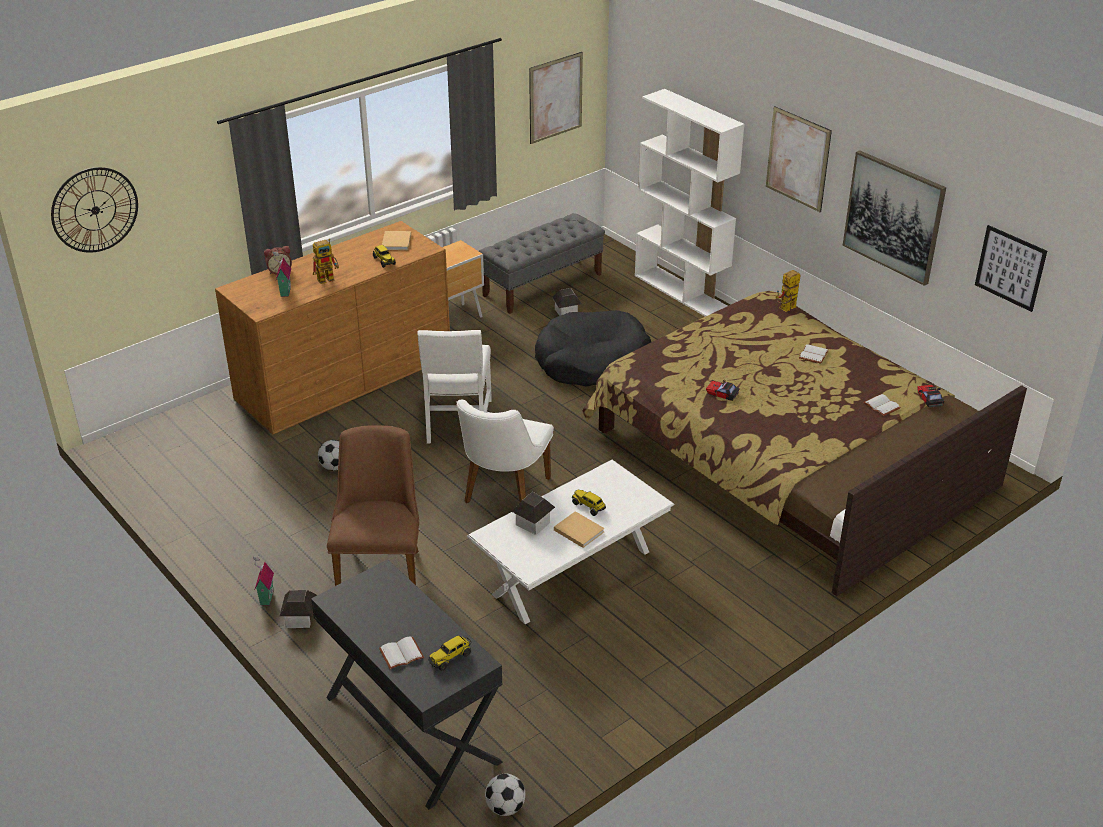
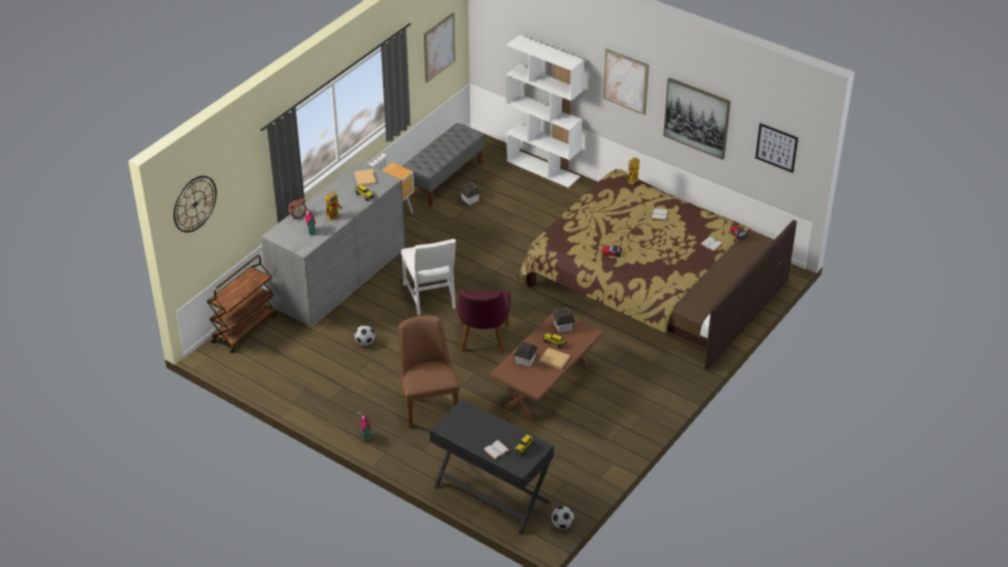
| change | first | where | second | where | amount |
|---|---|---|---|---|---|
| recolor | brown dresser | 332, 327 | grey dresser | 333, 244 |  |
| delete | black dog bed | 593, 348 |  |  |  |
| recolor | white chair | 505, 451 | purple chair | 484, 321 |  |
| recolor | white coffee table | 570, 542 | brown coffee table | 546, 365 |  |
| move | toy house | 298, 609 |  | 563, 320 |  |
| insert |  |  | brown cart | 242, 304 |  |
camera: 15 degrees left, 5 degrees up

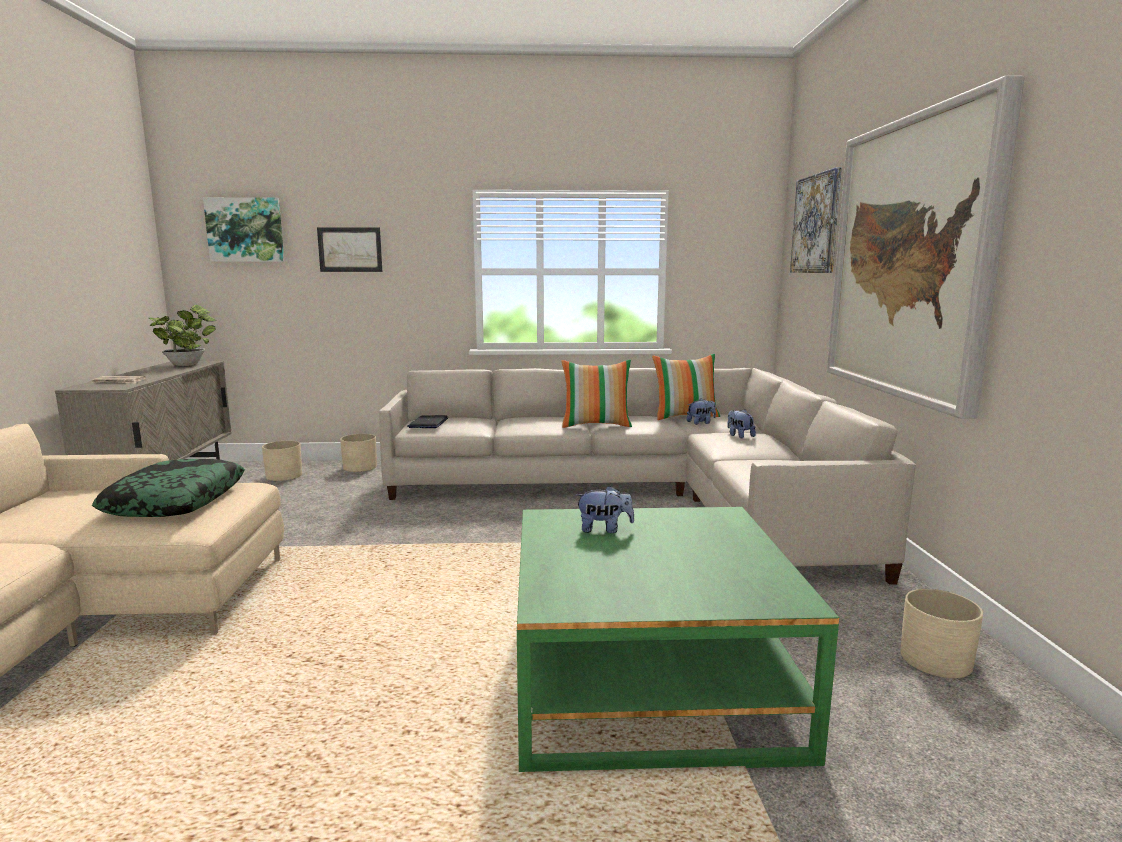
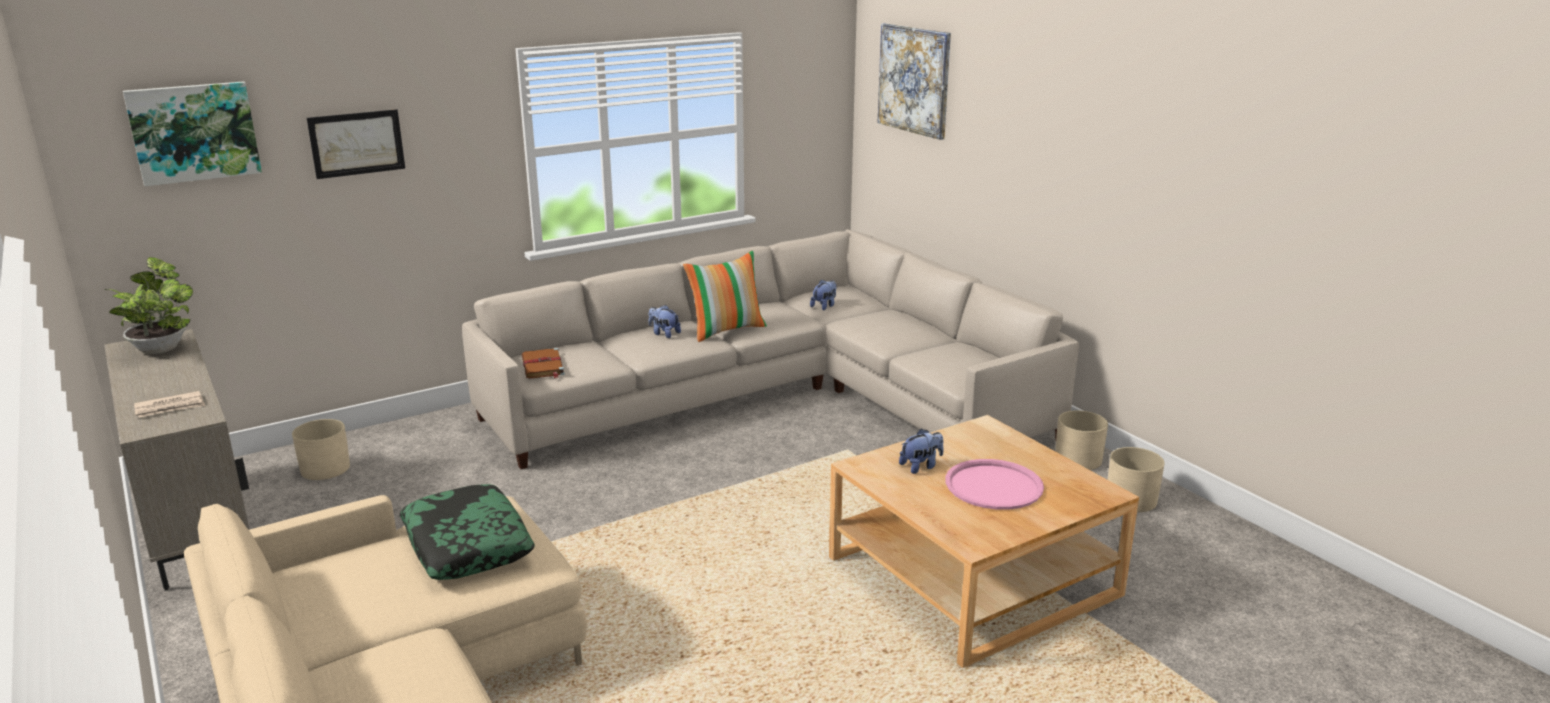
| change | first | where | second | where | amount |
|---|---|---|---|---|---|
| delete | picture | 926, 247 |  |  |  |
| delete | pillow | 686, 387 |  |  |  |
| move | plush toy | 741, 423 |  | 665, 321 |  |
| replace | laptop | 427, 421 | brown book | 543, 363 |  |
| move | beige planter | 358, 453 |  | 1081, 440 |  |
| recolor | green coffee table | 678, 639 | beige coffee table | 984, 541 |  |
| insert |  |  | pink tray | 994, 484 |  |
camera: 30 degrees left, 10 degrees up

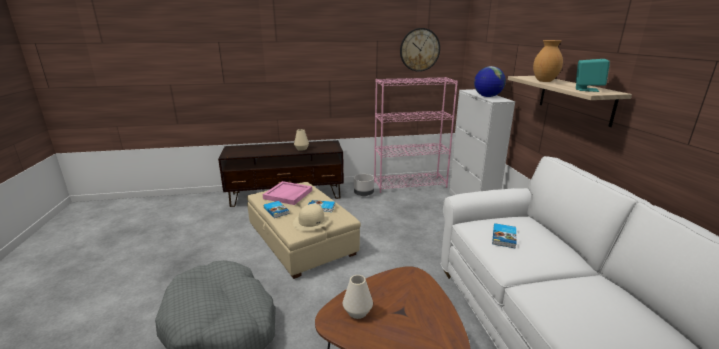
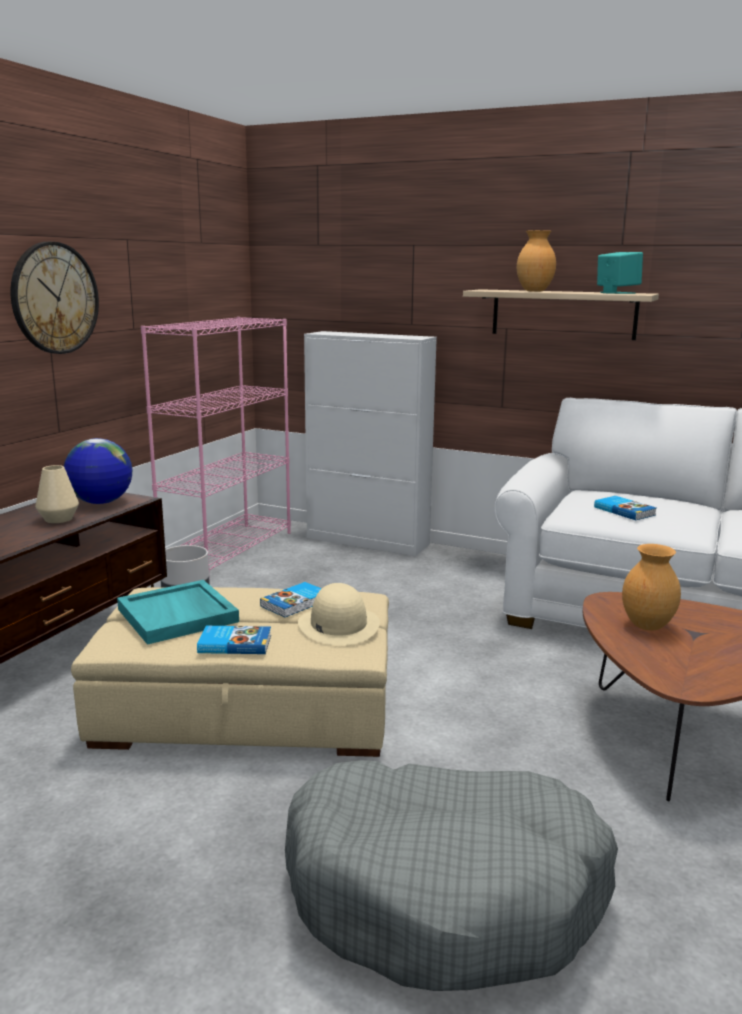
| change | first | where | second | where | amount |
|---|---|---|---|---|---|
| move | wall clock | 420, 50 |  | 54, 298 |  |
| move | globe | 490, 81 |  | 98, 471 |  |
| recolor | pink tray | 287, 193 | turquoise tray | 178, 612 |  |
| delete | white vase | 358, 297 |  |  |  |
| insert |  |  | brown vase | 651, 587 |  |
camera: 55 degrees left, 5 degrees down

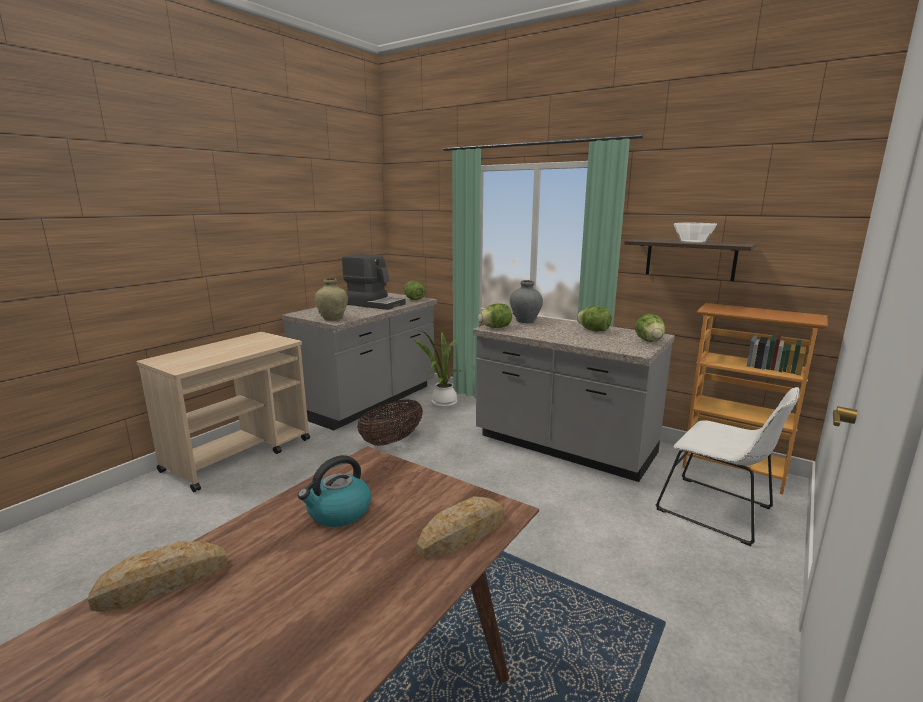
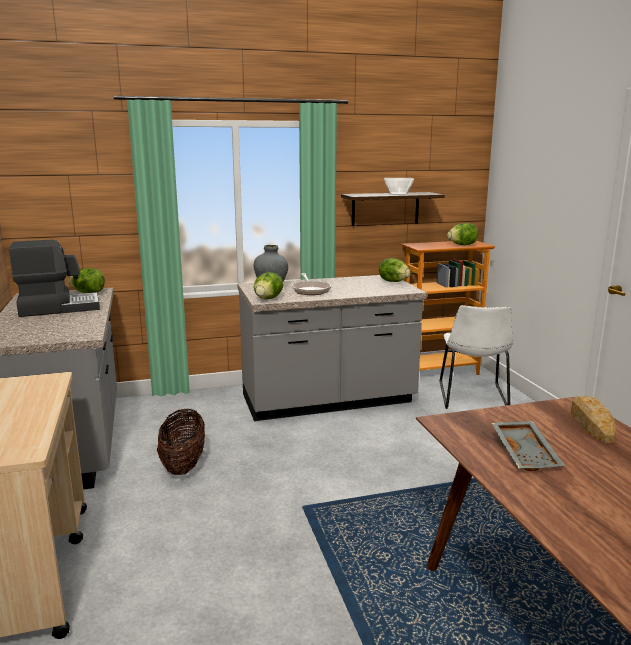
| change | first | where | second | where | amount |
|---|---|---|---|---|---|
| delete | beige vase | 331, 299 |  |  |  |
| move | lettuce | 594, 318 |  | 462, 234 |  |
| delete | potted plant | 437, 369 |  |  |  |
| rotate | white chair | 727, 466 |  | 476, 357 | 105 degrees clockwise |
| replace | kettle | 334, 491 | grey tray | 528, 446 |  |
| delete | bread | 157, 576 |  |  |  |
| insert |  |  | frying pan | 311, 284 |  |
camera: 50 degrees left, 0 degrees up

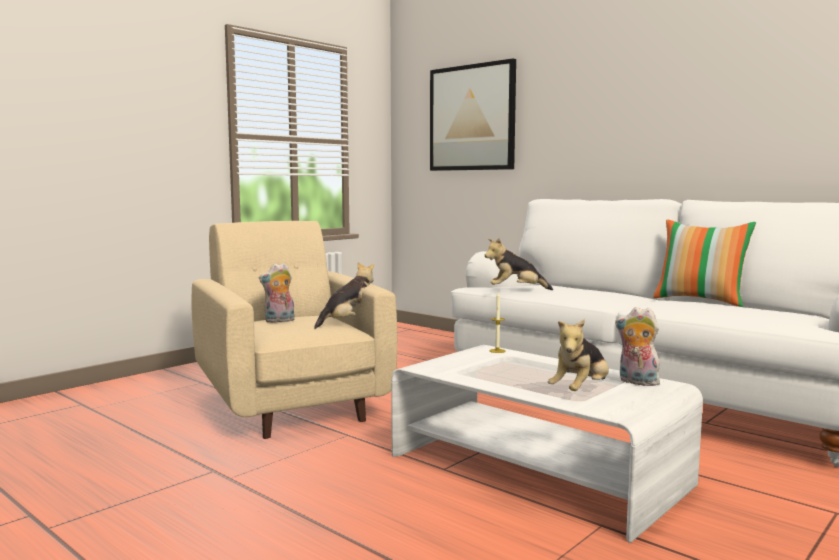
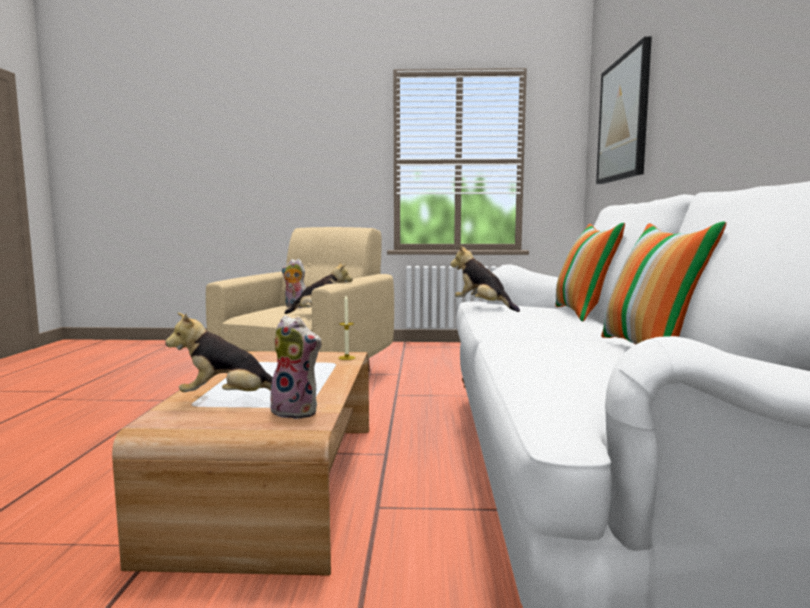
| change | first | where | second | where | amount |
|---|---|---|---|---|---|
| rotate | plush toy | 638, 346 |  | 296, 367 | 120 degrees clockwise |
| recolor | white coffee table | 547, 444 | brown coffee table | 240, 463 |  |
| insert |  |  | pillow | 590, 272 |  |
camera: 50 degrees right, 0 degrees up

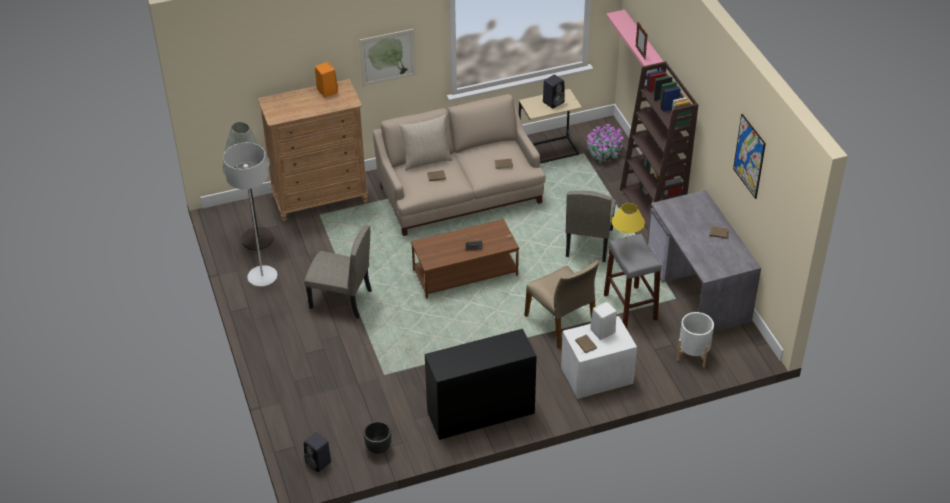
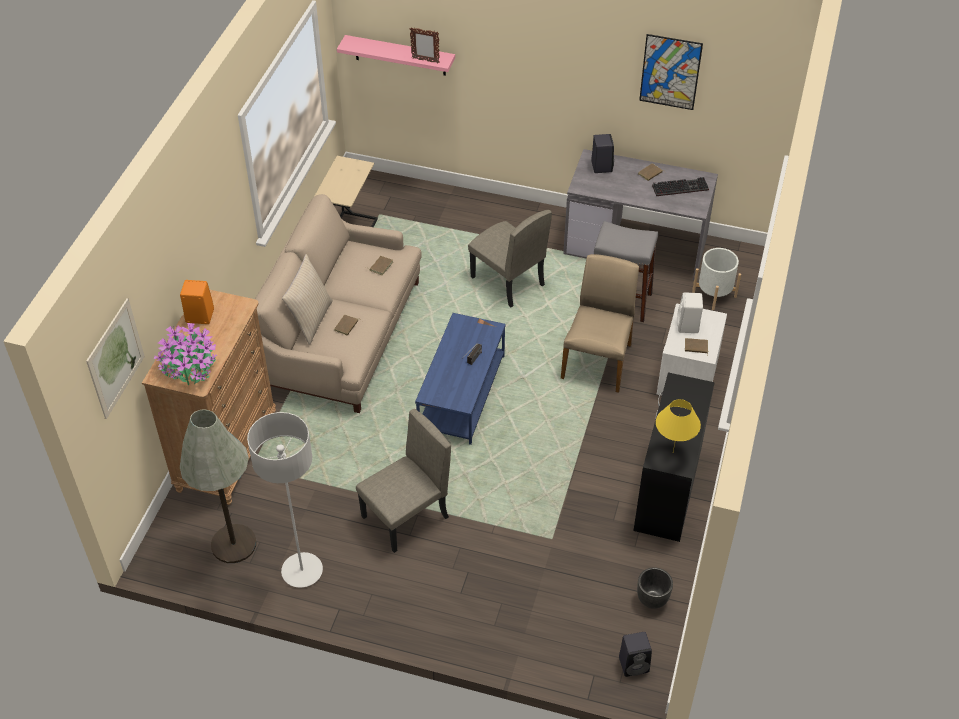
| change | first | where | second | where | amount |
|---|---|---|---|---|---|
| move | picture | 387, 57 |  | 115, 358 |  |
| delete | brown bookcase | 659, 145 |  |  |  |
| move | black speaker | 554, 92 |  | 602, 153 |  |
| move | potted plant | 605, 143 |  | 185, 354 |  |
| move | yellow table lamp | 628, 223 |  | 678, 425 |  |
| recolor | brown coffee table | 465, 259 | blue coffee table | 460, 379 |  |
| rotate | beige chair | 562, 304 |  | 600, 323 | 75 degrees counterclockwise |
| insert |  |  | keyboard | 680, 186 |  |
camera: 55 degrees left, 5 degrees up

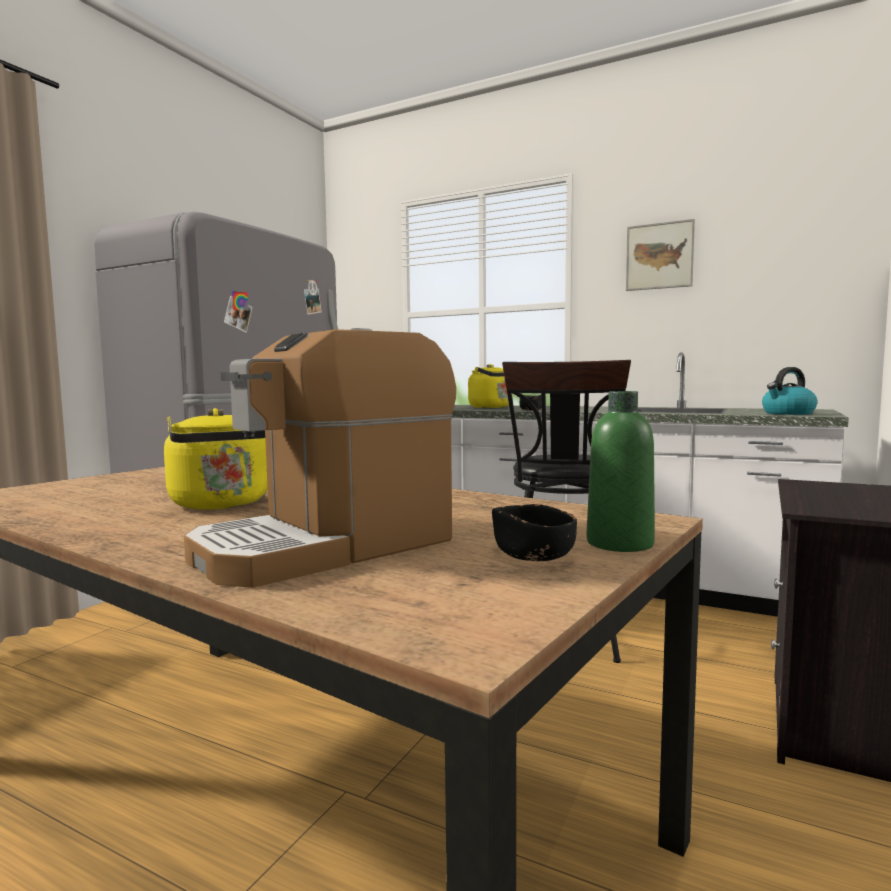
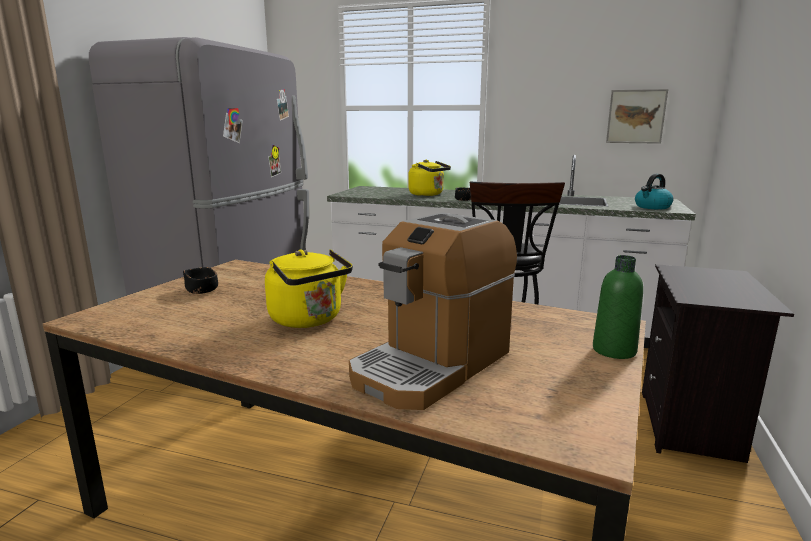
| change | first | where | second | where | amount |
|---|---|---|---|---|---|
| move | picture | 660, 255 |  | 637, 116 |  |
| move | black bowl | 534, 532 |  | 200, 280 |  |
camera: 10 degrees left, 10 degrees up

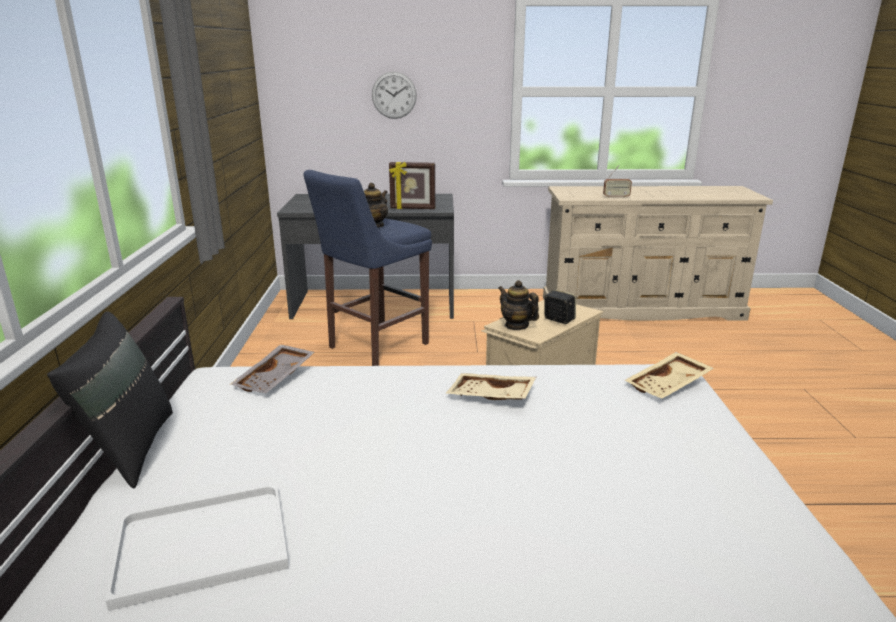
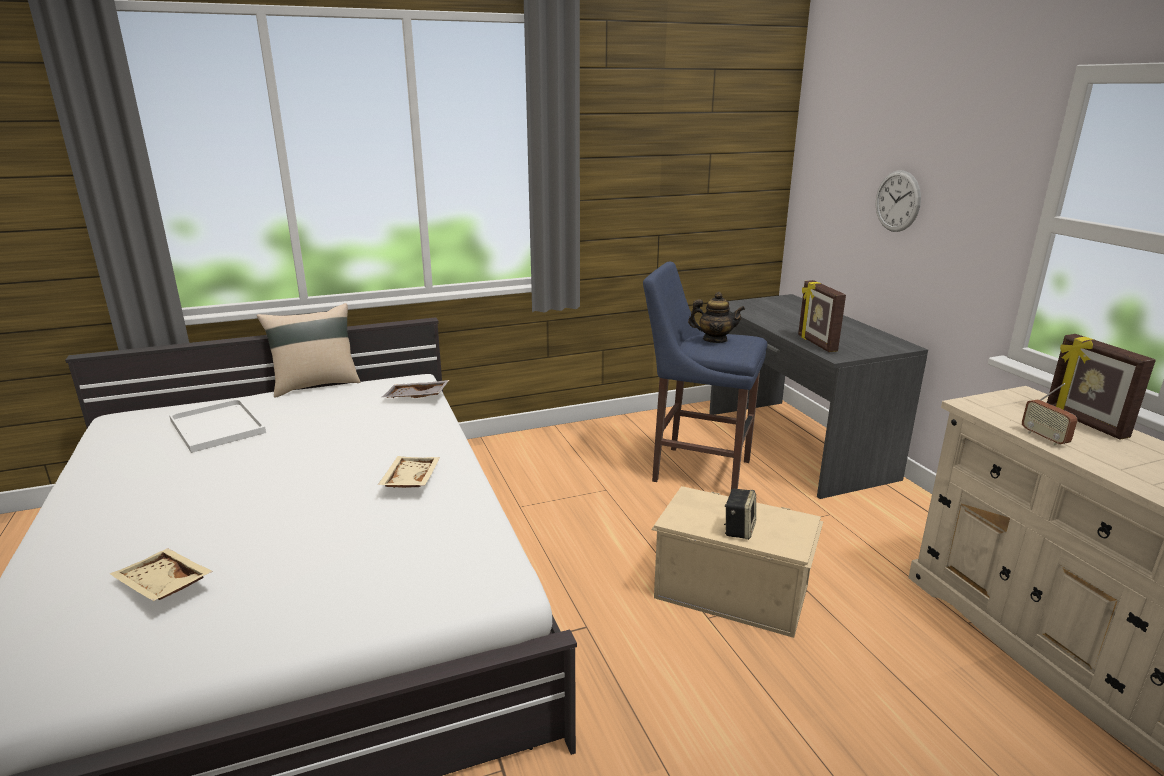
| change | first | where | second | where | amount |
|---|---|---|---|---|---|
| delete | teapot | 518, 305 |  |  |  |
| recolor | black pillow | 110, 399 | beige pillow | 308, 350 |  |
| move | beige tray | 669, 375 |  | 161, 574 |  |
| insert |  |  | picture frame | 1101, 387 |  |
camera: 70 degrees right, 0 degrees up

